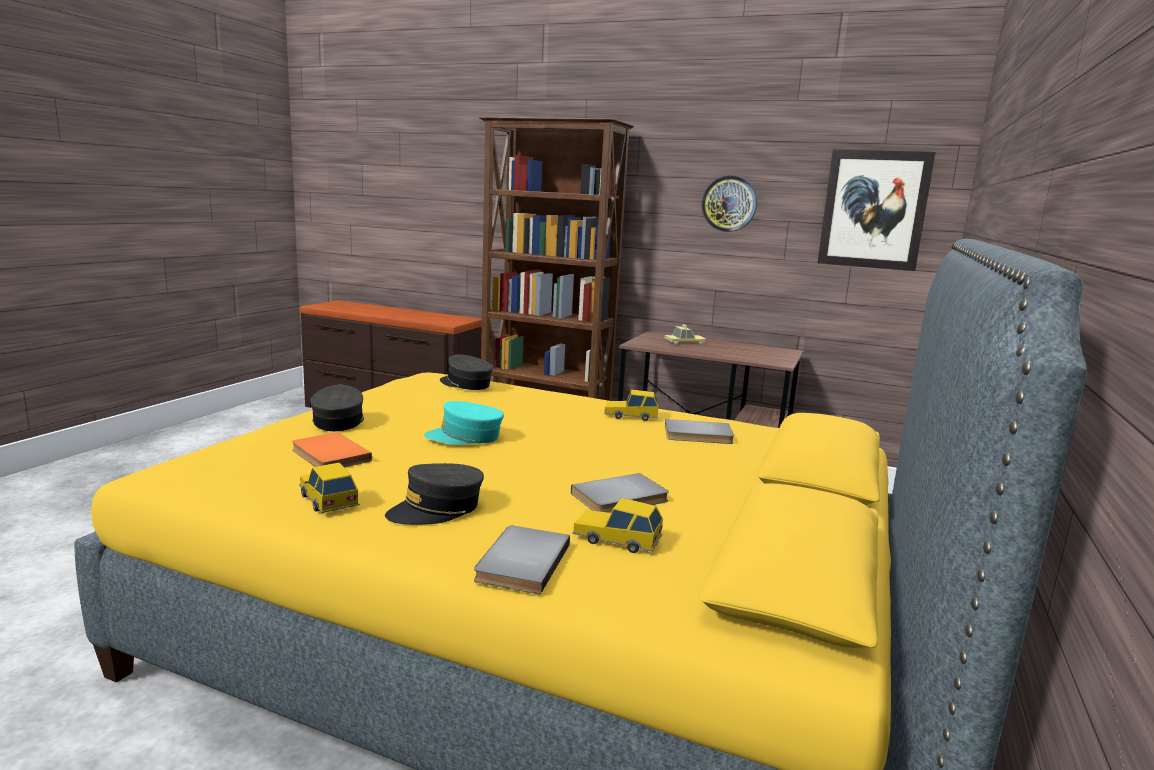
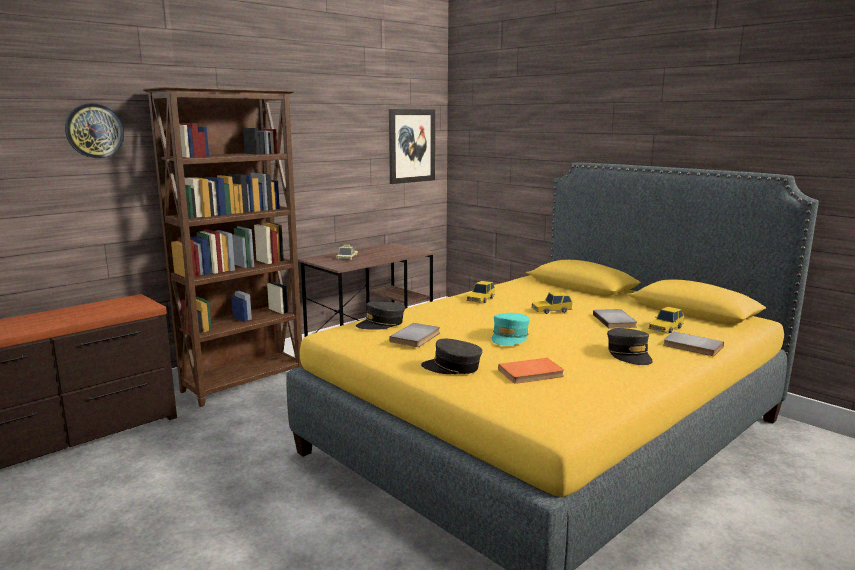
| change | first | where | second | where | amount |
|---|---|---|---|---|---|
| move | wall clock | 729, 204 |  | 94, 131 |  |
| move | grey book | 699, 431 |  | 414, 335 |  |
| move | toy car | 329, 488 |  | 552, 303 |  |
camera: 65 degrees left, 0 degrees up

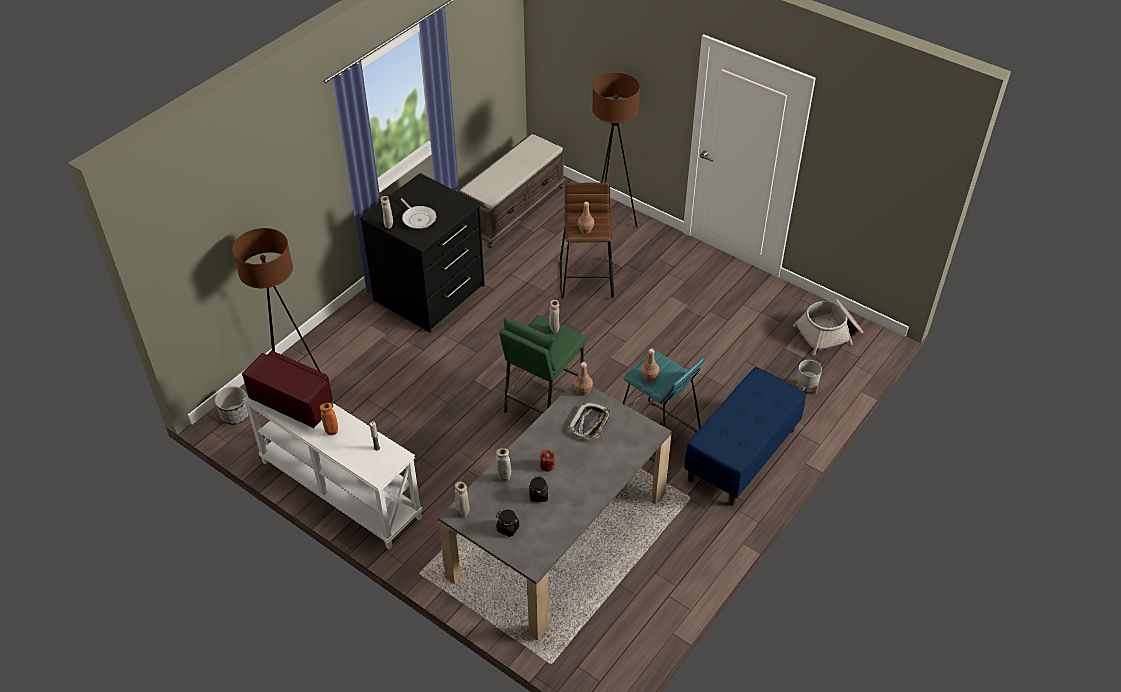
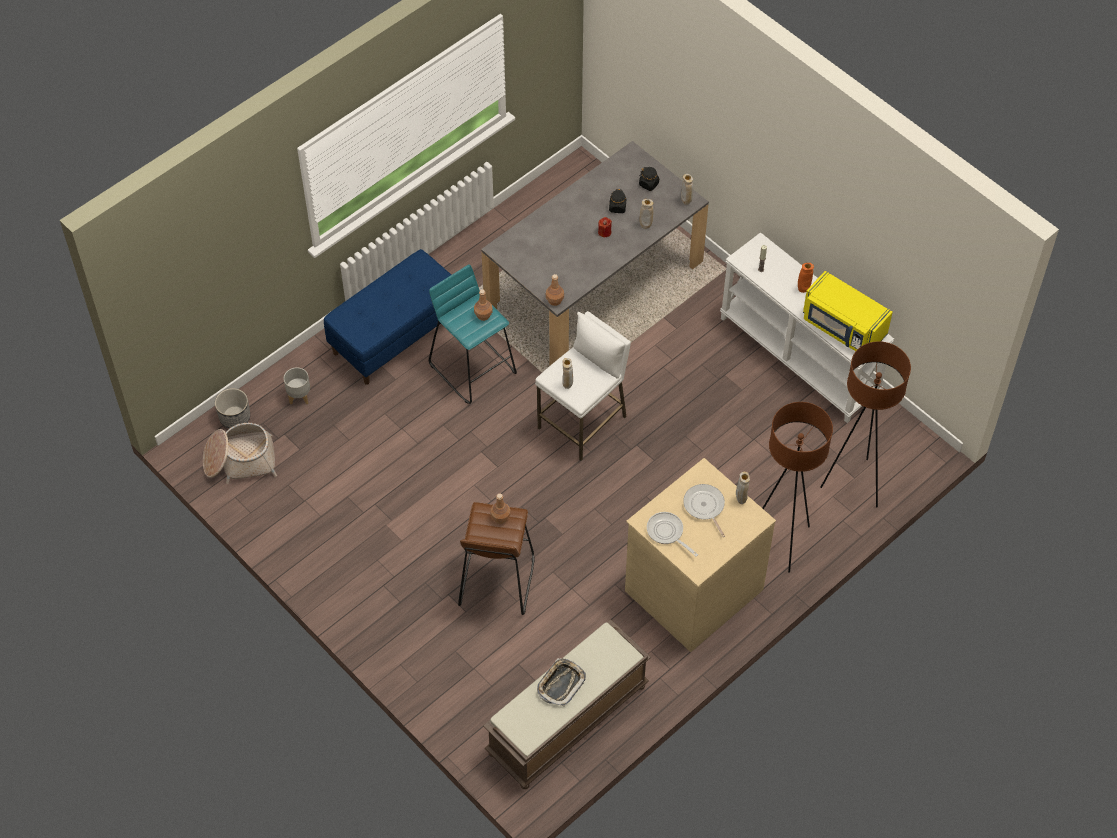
| change | first | where | second | where | amount |
|---|---|---|---|---|---|
| move | brown floor lamp | 616, 150 |  | 798, 487 |  |
| recolor | black dresser | 422, 253 | beige dresser | 700, 555 |  |
| recolor | green stool | 542, 364 | white stool | 583, 386 |  |
| recolor | red microwave | 287, 389 | yellow microwave | 848, 311 |  |
| move | planter | 232, 405 |  | 232, 408 |  |
| move | tray | 590, 420 |  | 561, 682 |  |
| insert |  |  | frying pan | 672, 534 |  |
camera: 170 degrees left, 10 degrees up

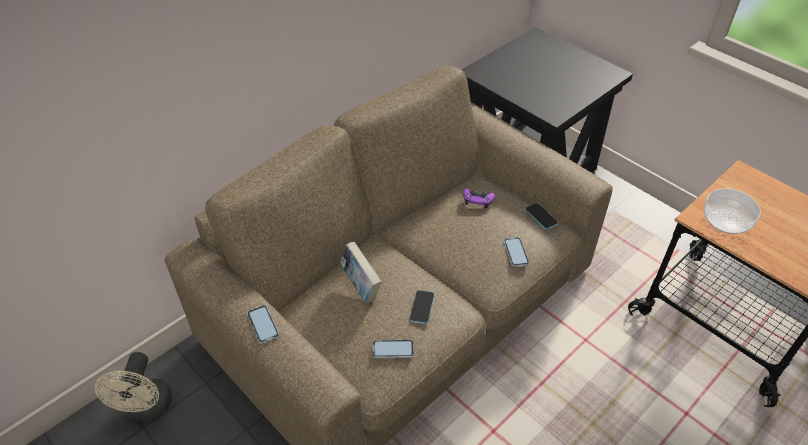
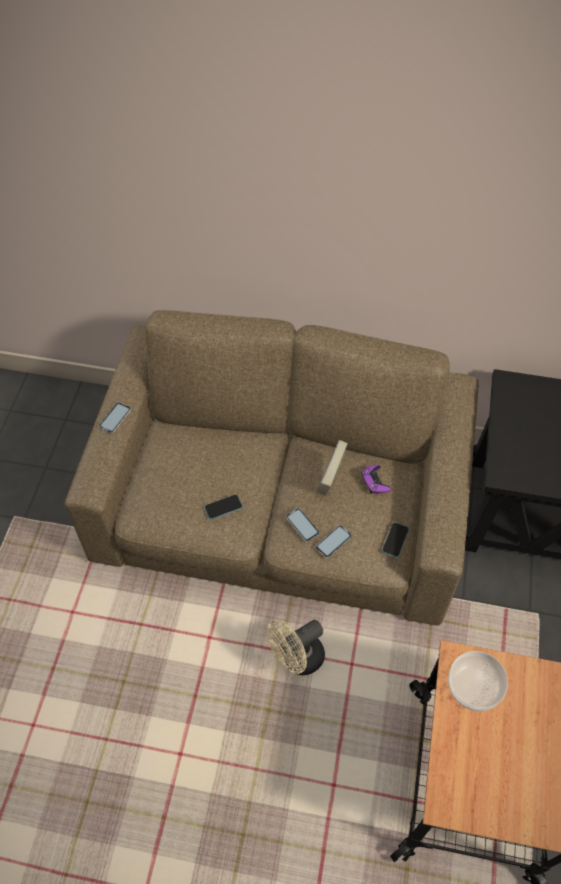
| change | first | where | second | where | amount |
|---|---|---|---|---|---|
| move | book | 361, 272 |  | 332, 467 |  |
| move | phone | 393, 349 |  | 303, 525 |  |
| move | beige fan | 133, 386 |  | 296, 647 |  |
camera: 55 degrees right, 10 degrees up

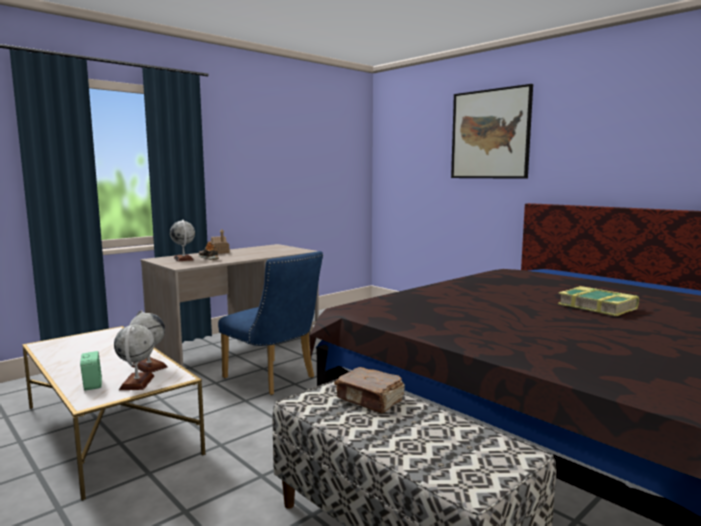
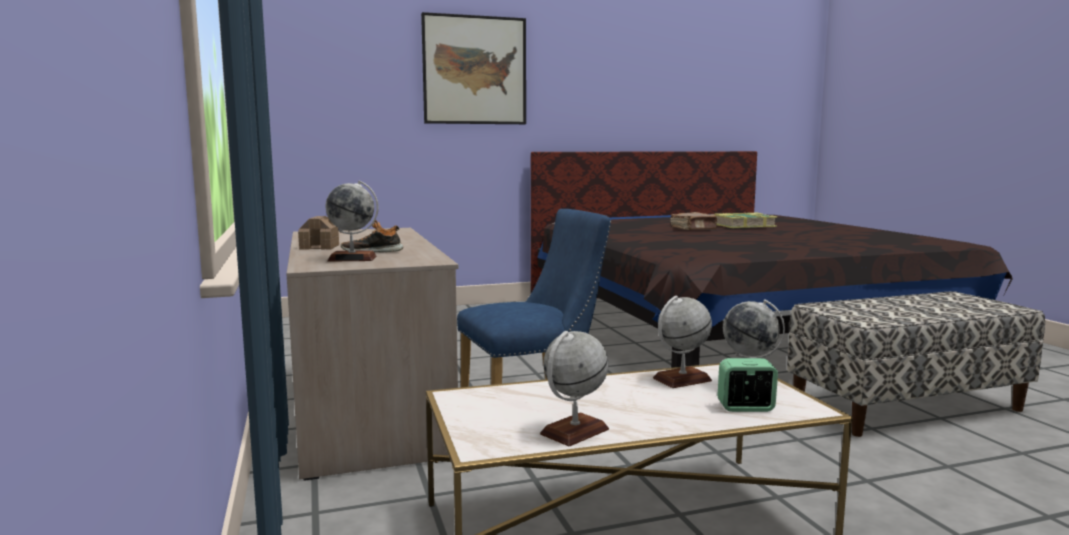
| change | first | where | second | where | amount |
|---|---|---|---|---|---|
| move | brown book | 369, 390 |  | 693, 221 |  |
| insert |  |  | globe | 574, 388 |  |
camera: 65 degrees left, 0 degrees up

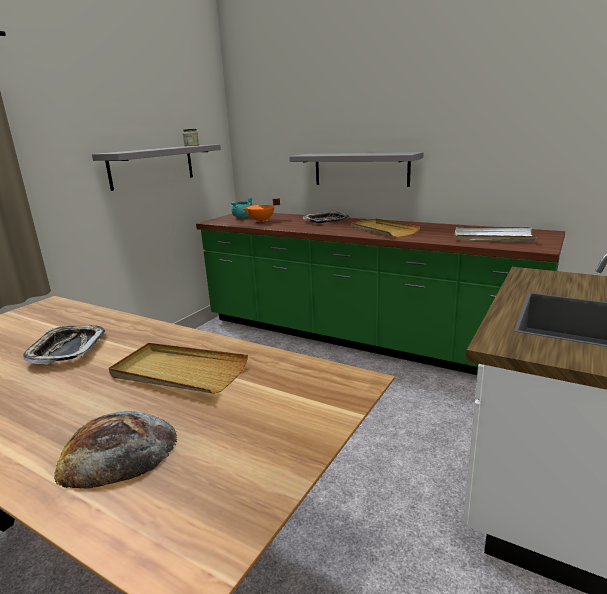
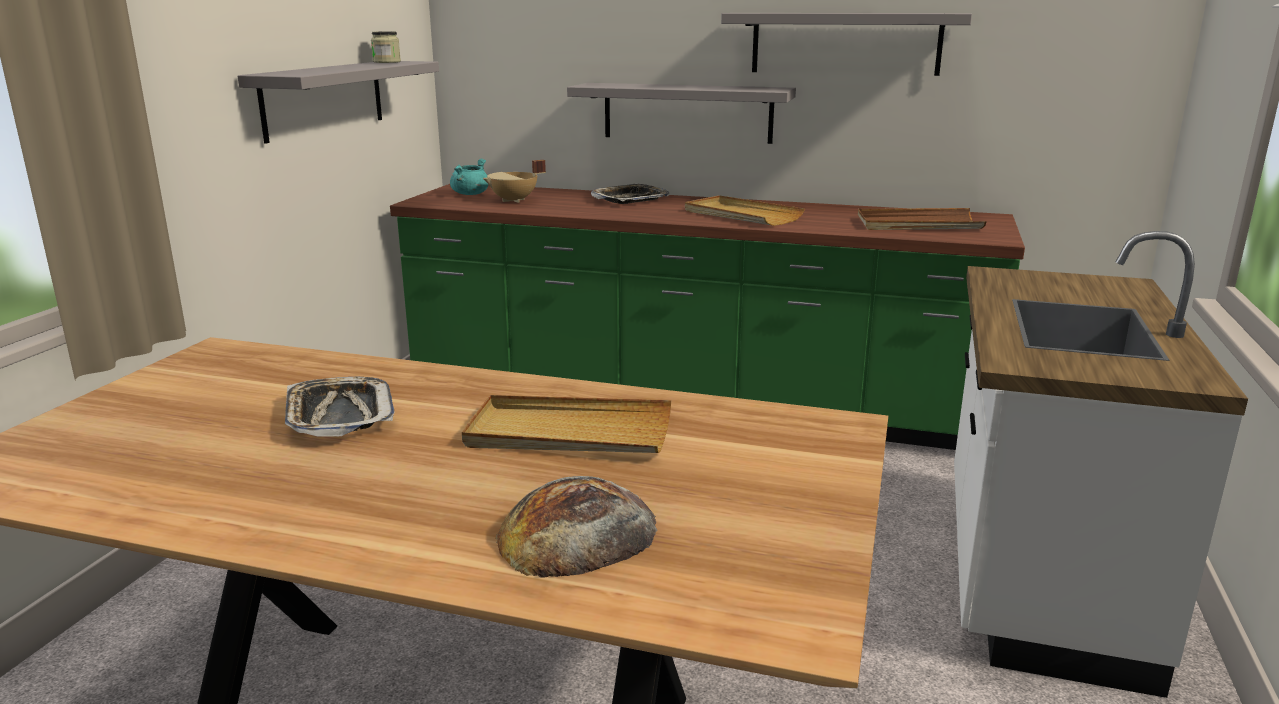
| change | first | where | second | where | amount |
|---|---|---|---|---|---|
| recolor | orange cooking pot | 262, 210 | beige cooking pot | 514, 181 |  |
| recolor | white tray | 495, 234 | brown tray | 922, 219 |  |
| insert |  |  | grey shelf | 846, 44 |  |
camera: 15 degrees left, 0 degrees up

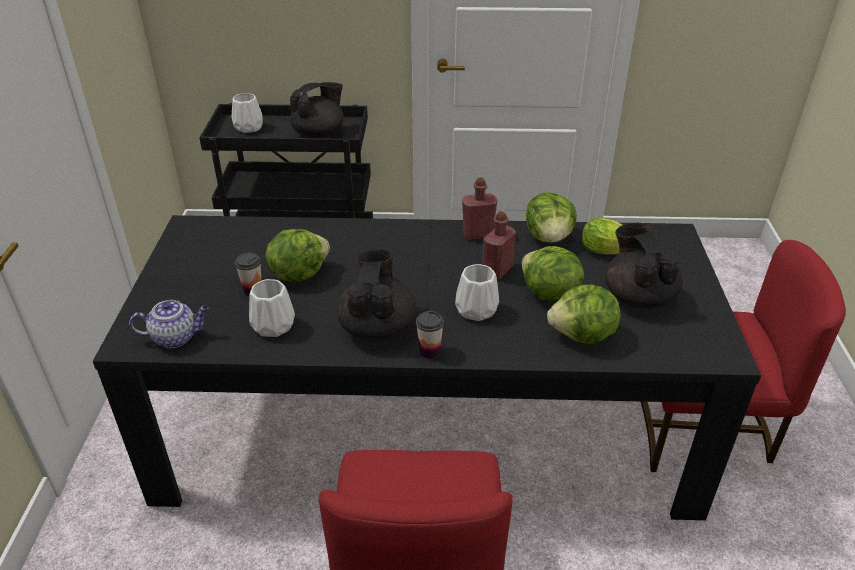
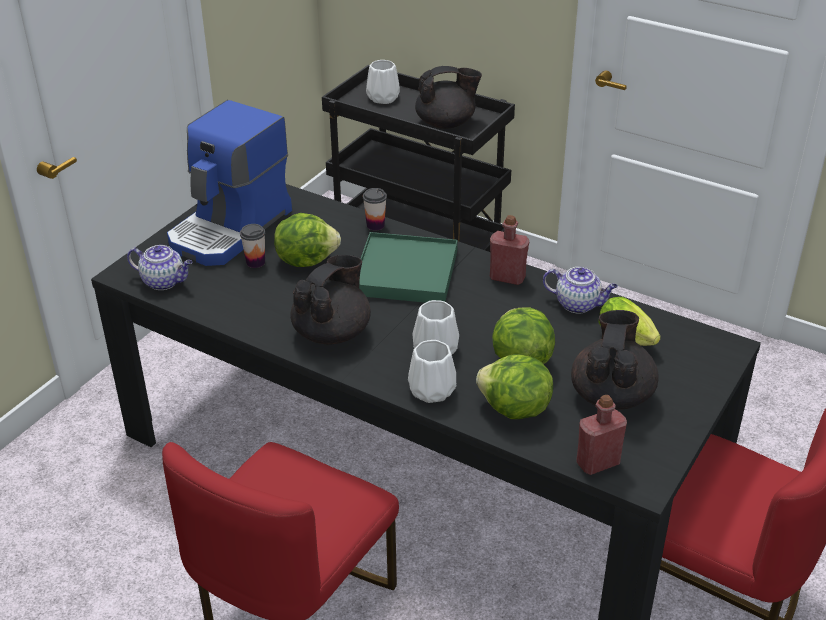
| change | first | where | second | where | amount |
|---|---|---|---|---|---|
| replace | lettuce | 551, 217 | teapot | 580, 290 |  |
| move | red bottle | 499, 245 |  | 601, 435 |  |
| move | white vase | 272, 308 |  | 432, 371 |  |
| move | cup | 430, 335 |  | 375, 209 |  |
| insert |  |  | coffee machine | 229, 183 |  |
| insert |  |  | green tray | 408, 267 |  |
camera: 30 degrees right, 0 degrees up

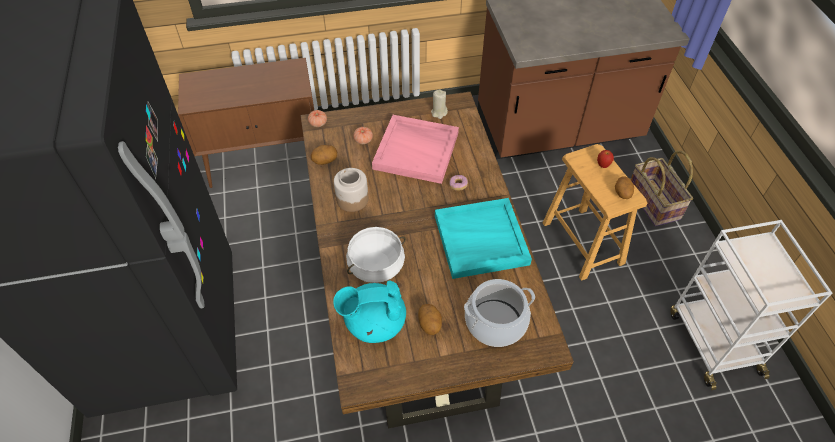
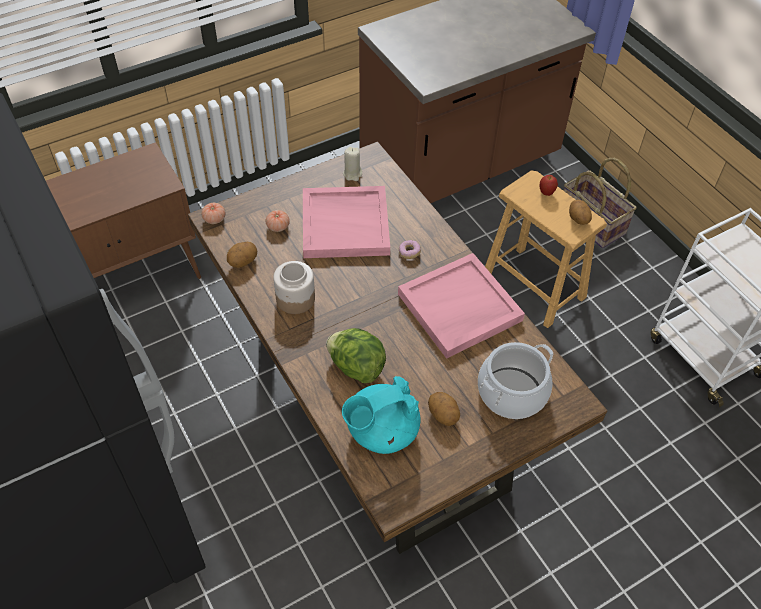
| change | first | where | second | where | amount |
|---|---|---|---|---|---|
| recolor | turquoise tray | 483, 238 | pink tray | 461, 306 |  |
| replace | white cooking pot | 376, 255 | lettuce | 356, 355 |  |
camera: 20 degrees left, 0 degrees up

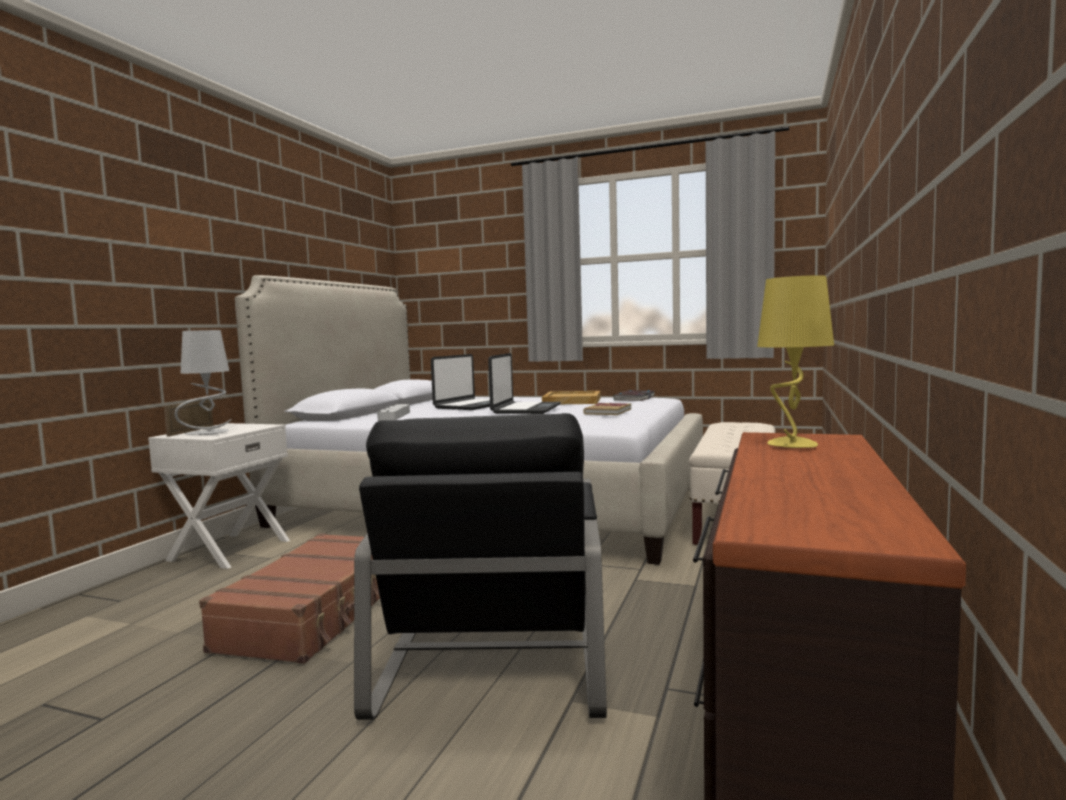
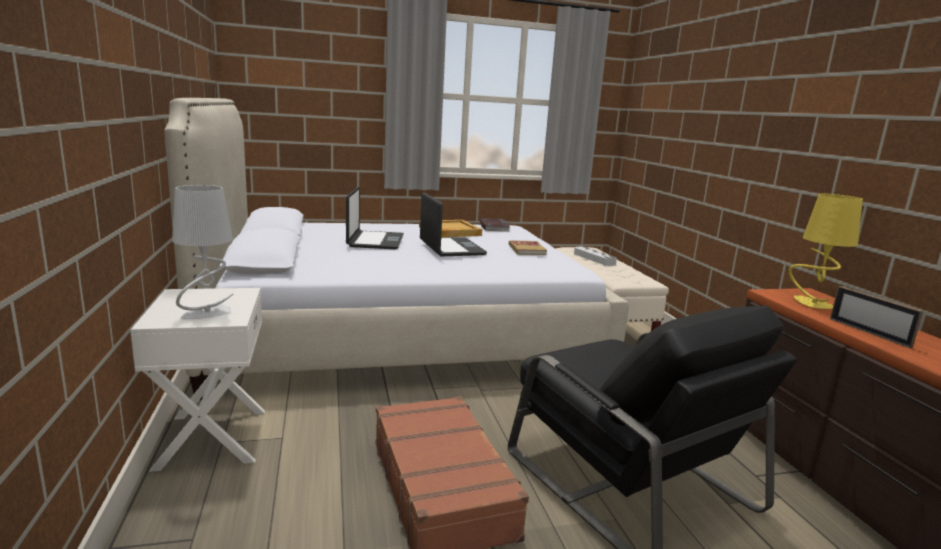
| change | first | where | second | where | amount |
|---|---|---|---|---|---|
| move | picture frame | 188, 418 |  | 877, 317 |  |
| move | grey tray | 393, 412 |  | 595, 256 |  |
camera: 35 degrees left, 10 degrees up

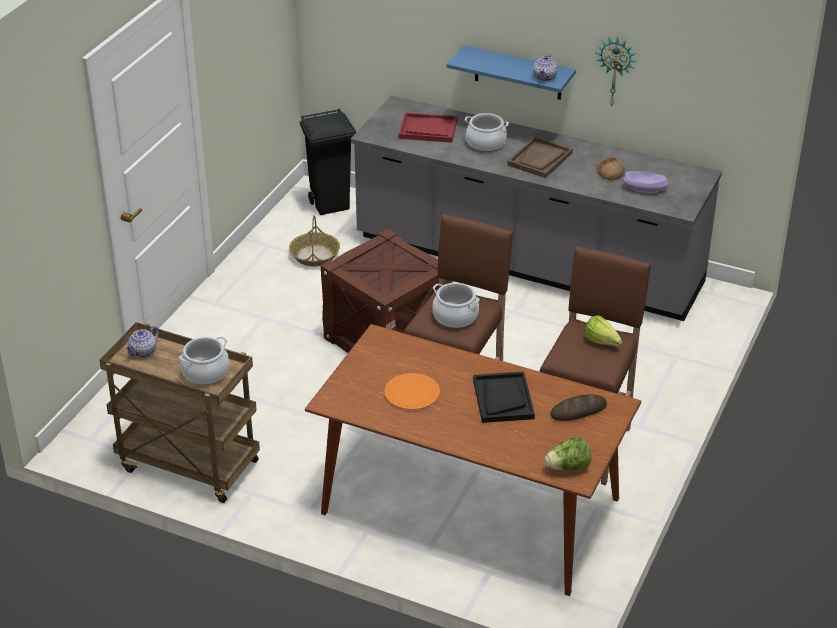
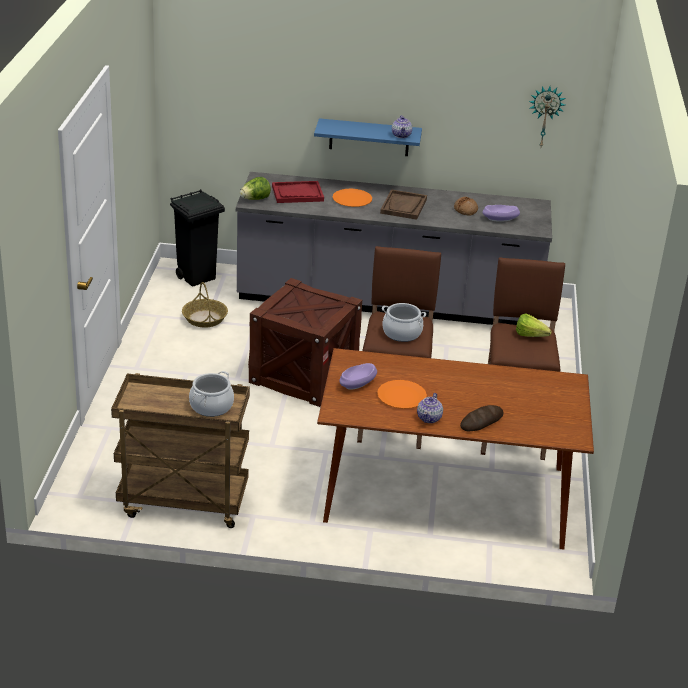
| change | first | where | second | where | amount |
|---|---|---|---|---|---|
| move | wall clock | 616, 72 |  | 547, 116 |  |
| replace | cooking pot | 487, 132 | orange plate | 352, 198 |  |
| move | teapot | 141, 342 |  | 430, 408 |  |
| delete | black tray | 504, 397 |  |  |  |
| move | bread | 578, 407 |  | 482, 418 |  |
| move | lettuce | 568, 454 |  | 255, 188 |  |
| insert |  |  | purple bowl | 358, 376 |  |
camera: 20 degrees left, 5 degrees down

